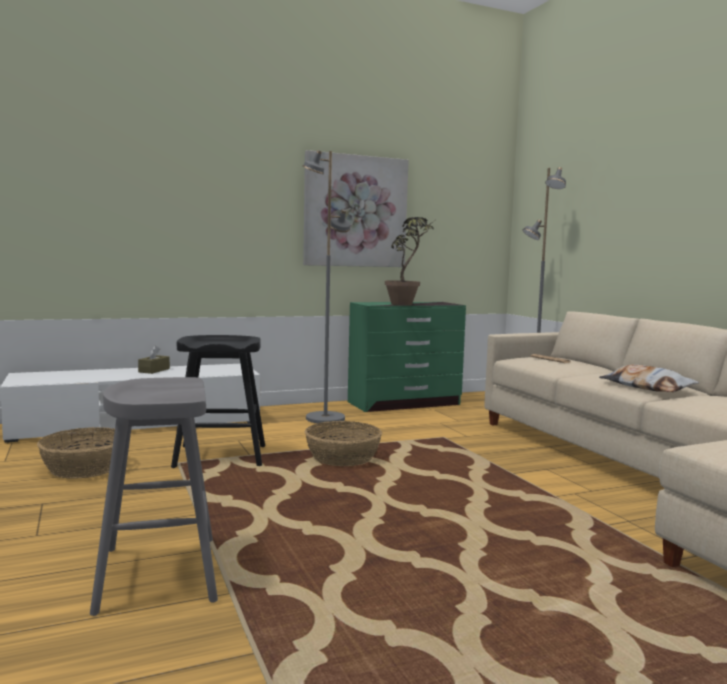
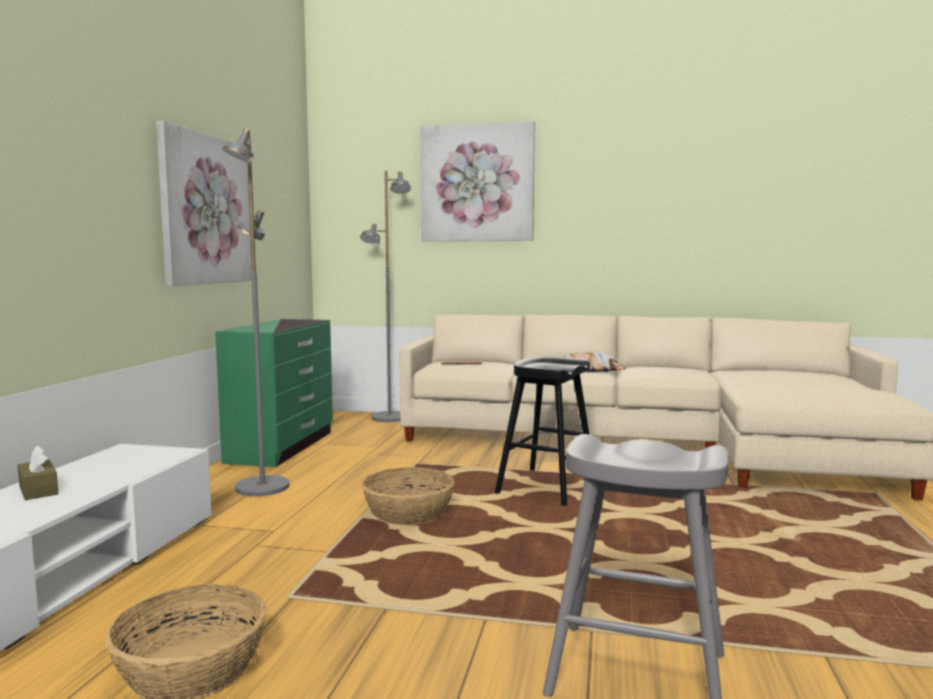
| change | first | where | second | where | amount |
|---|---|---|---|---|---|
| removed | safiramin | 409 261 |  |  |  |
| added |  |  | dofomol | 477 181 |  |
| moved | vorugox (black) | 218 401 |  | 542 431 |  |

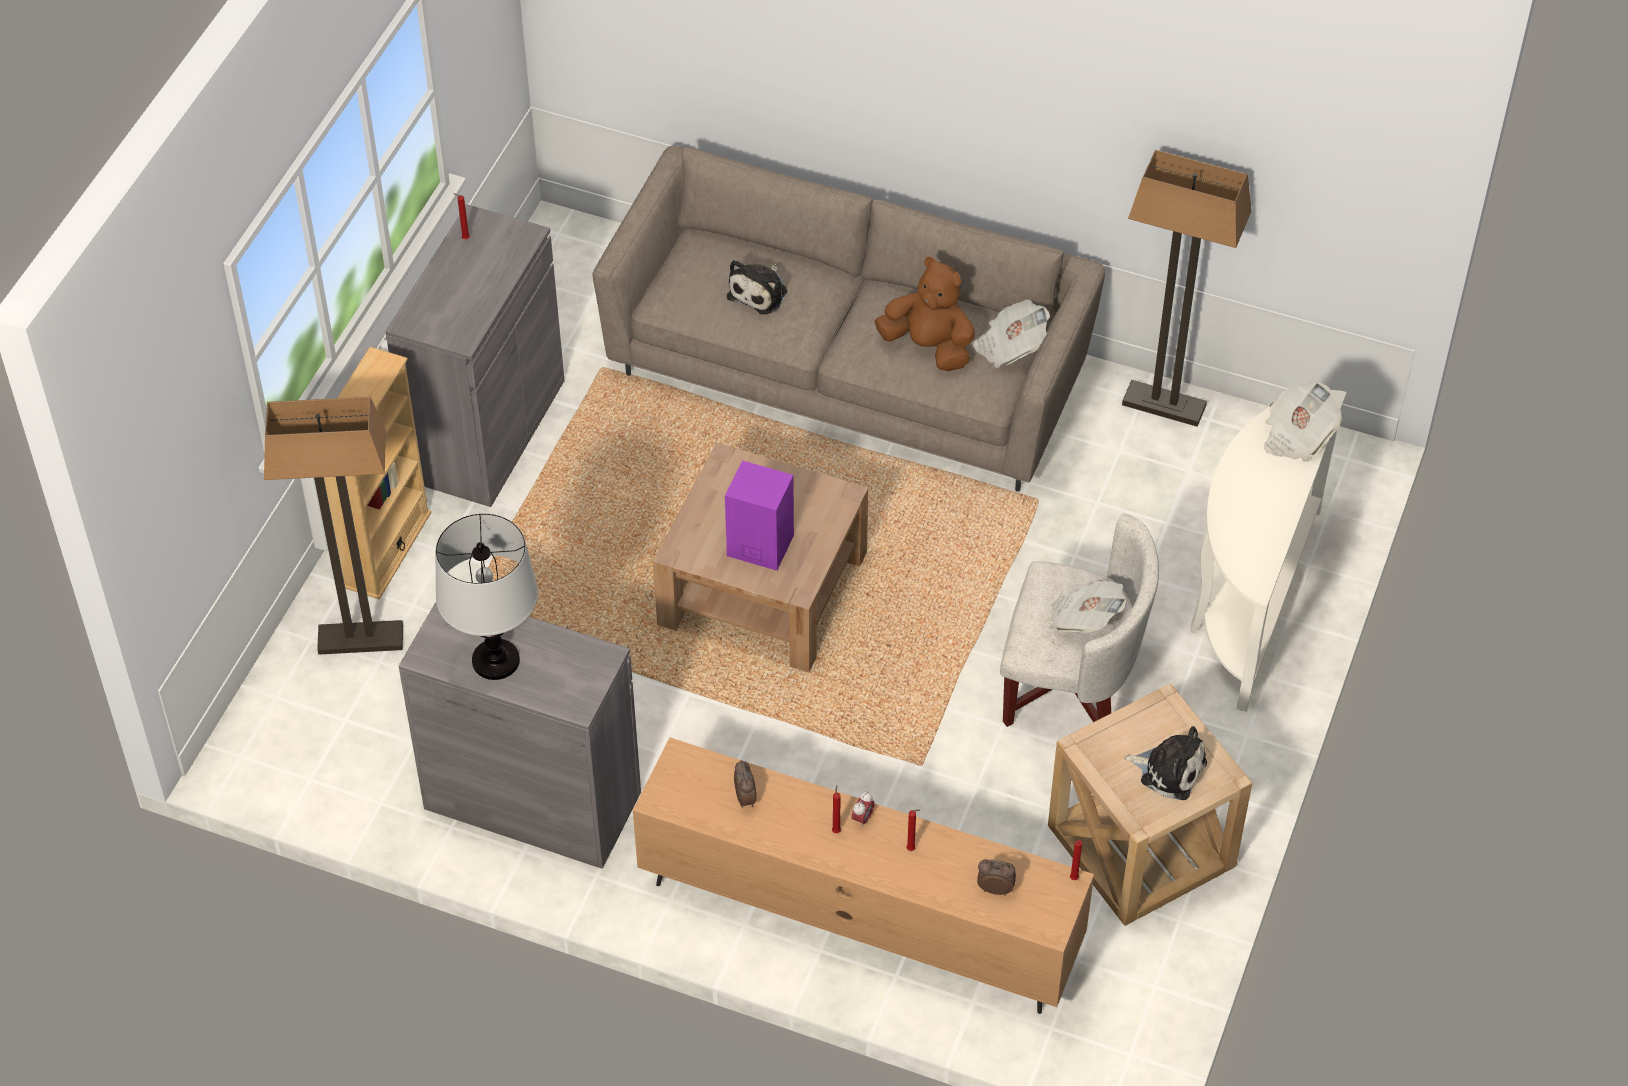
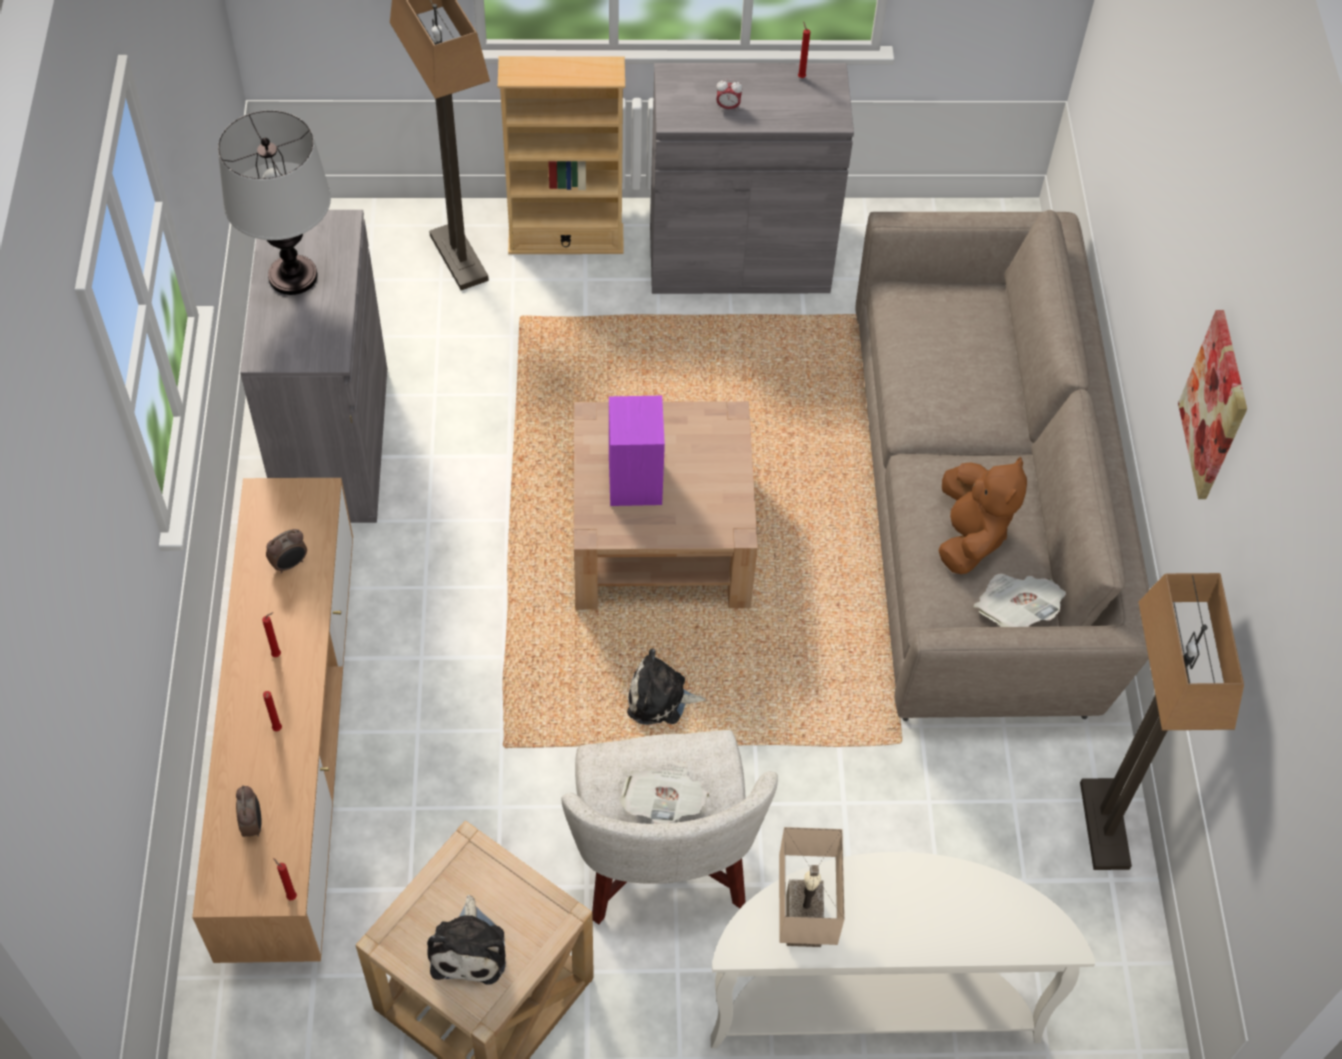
| change | first | where | second | where | amount |
|---|---|---|---|---|---|
| removed | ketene | 1302 422 |  |  |  |
| added |  |  | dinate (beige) | 812 887 |  |
| added |  |  | dofomol | 1212 404 |  |
| moved | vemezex | 757 287 |  | 666 686 |  |
| moved | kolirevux | 863 809 |  | 729 95 |  |

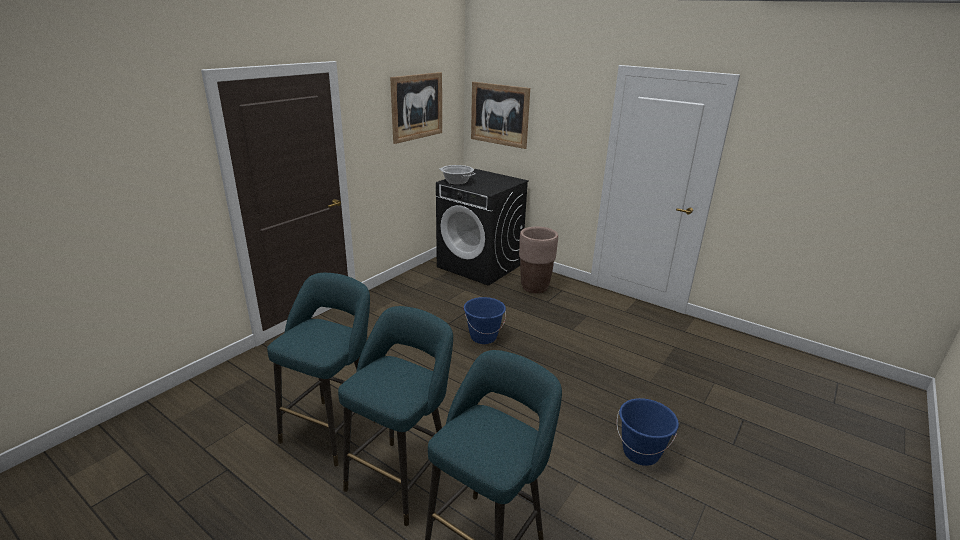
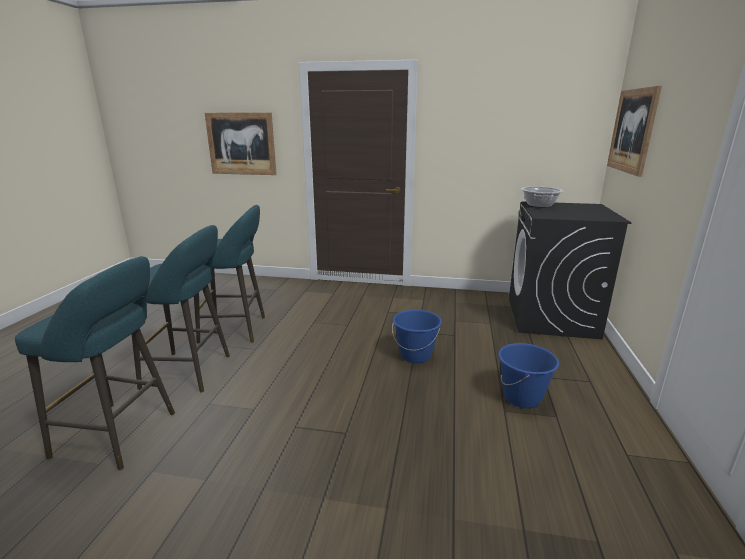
| change | first | where | second | where | amount |
|---|---|---|---|---|---|
| removed | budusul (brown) | 538 260 |  |  |  |
| moved | dofomol | 416 108 |  | 241 144 |  |
| moved | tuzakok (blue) | 648 432 |  | 528 375 |  |

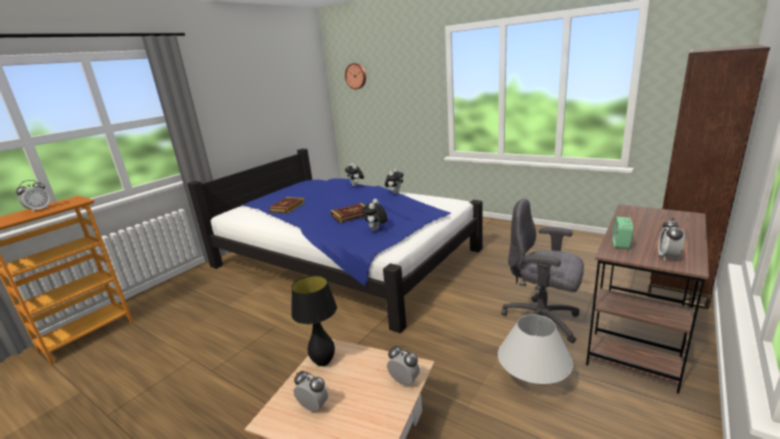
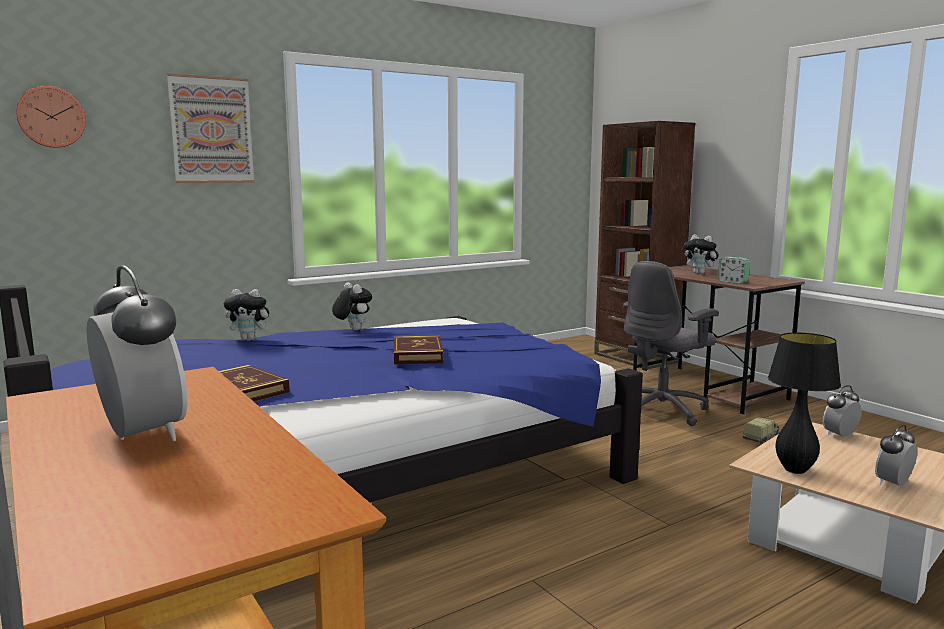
| change | first | where | second | where | amount |
|---|---|---|---|---|---|
| removed | kolirevux | 671 239 |  |  |  |
| added |  |  | dofomol | 210 128 |  |
| moved | vemezex | 375 215 |  | 702 254 |  |
| replaced | dinate (white) | 535 349 | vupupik | 761 430 |  |

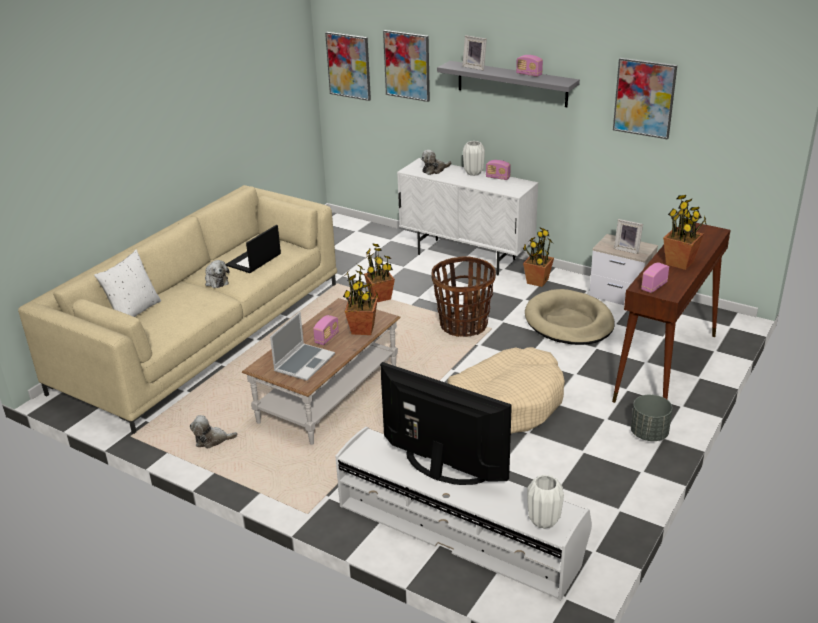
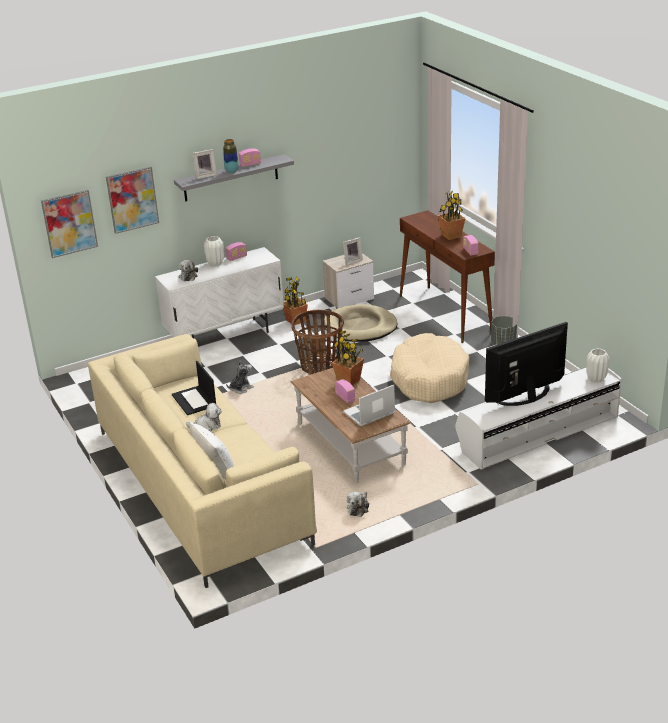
| change | first | where | second | where | amount |
|---|---|---|---|---|---|
| removed | dofomol | 645 98 |  |  |  |
| added |  |  | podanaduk | 231 156 |  |
| replaced | safiramin | 379 272 | vemezex | 240 377 |  |
| turned | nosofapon | 302 346 |  | 369 406 | 90 degrees counterclockwise |

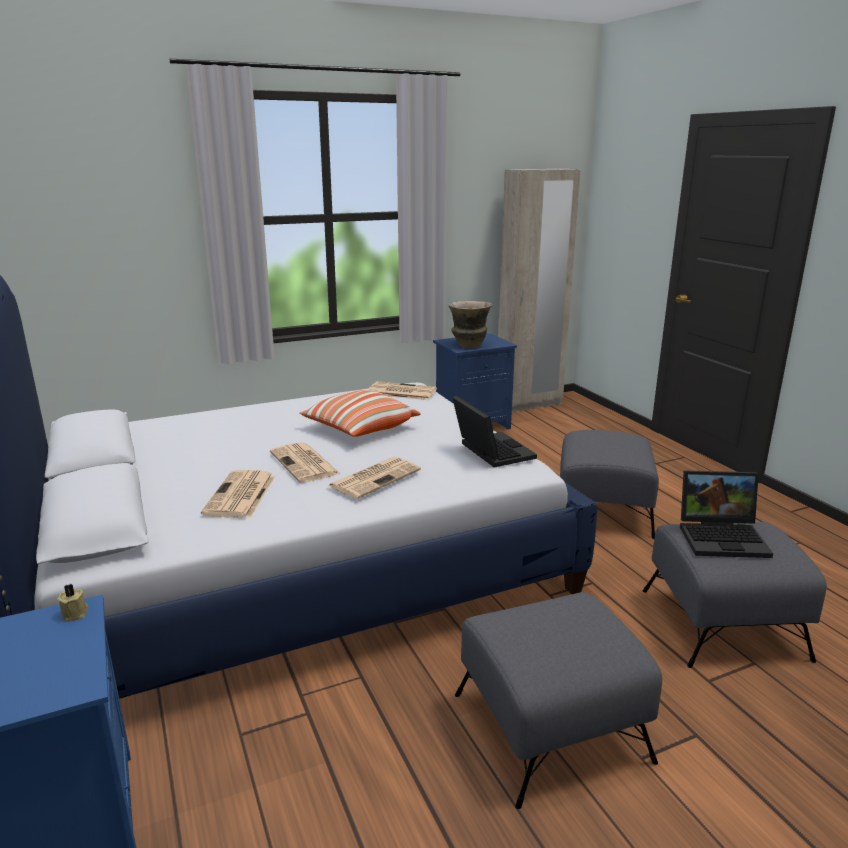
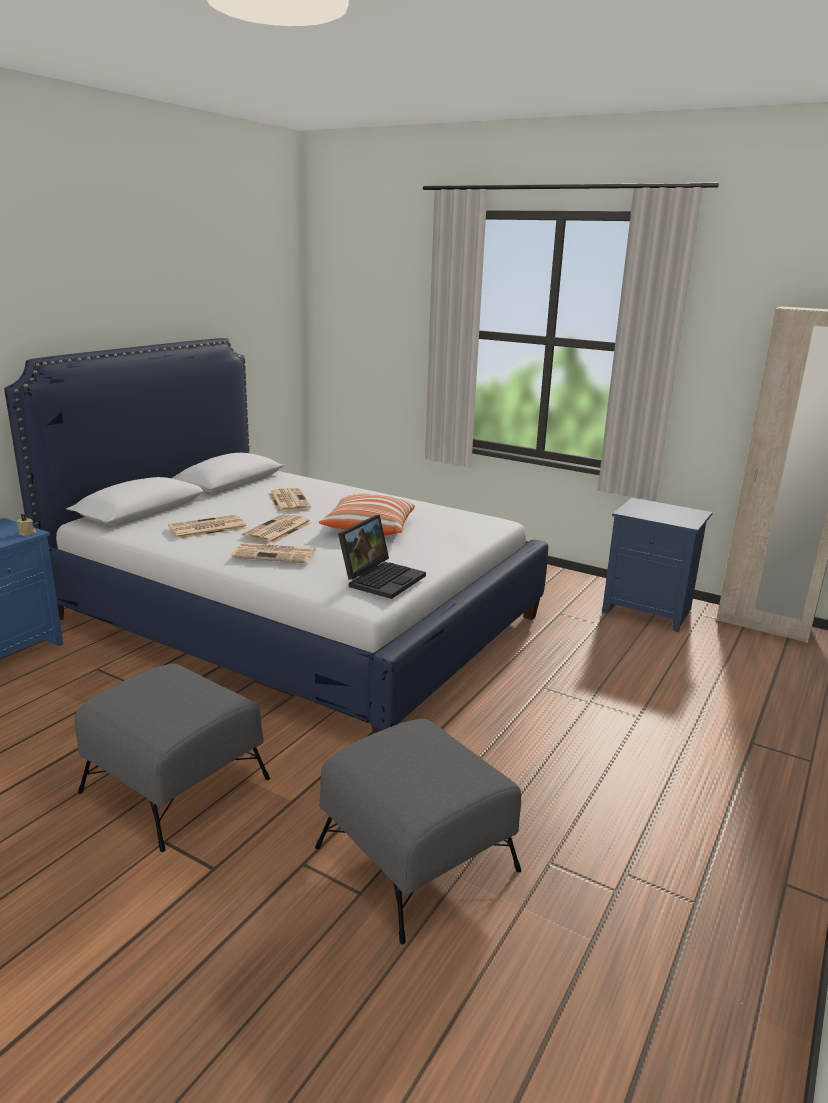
| change | first | where | second | where | amount |
|---|---|---|---|---|---|
| removed | podanaduk | 470 324 |  |  |  |
| removed | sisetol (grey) | 609 484 |  |  |  |
| removed | nosofapon | 726 514 |  |  |  |
| moved | ketene | 402 390 |  | 290 500 |  |

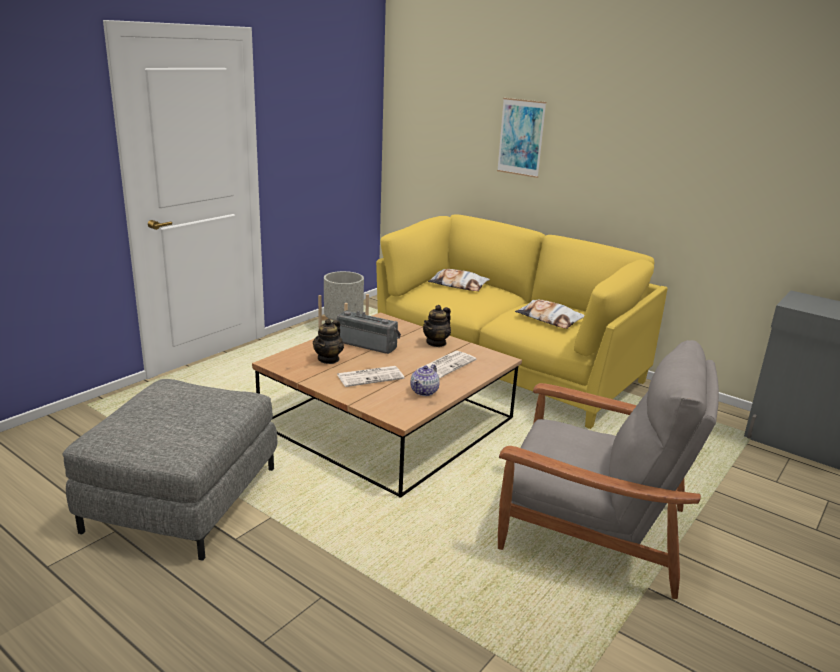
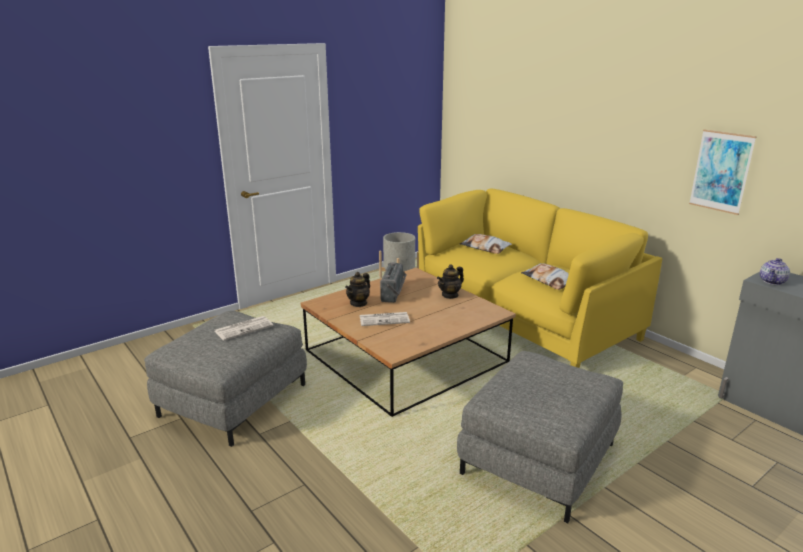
| change | first | where | second | where | amount |
|---|---|---|---|---|---|
| moved | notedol | 425 380 |  | 775 271 |  |
| moved | ketene | 449 364 |  | 243 328 |  |
| moved | dofomol | 521 138 |  | 723 172 |  |
| replaced | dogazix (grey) | 608 469 | sisetol (grey) | 540 437 |  |
| turned | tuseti | 369 332 |  | 393 282 | 60 degrees clockwise |

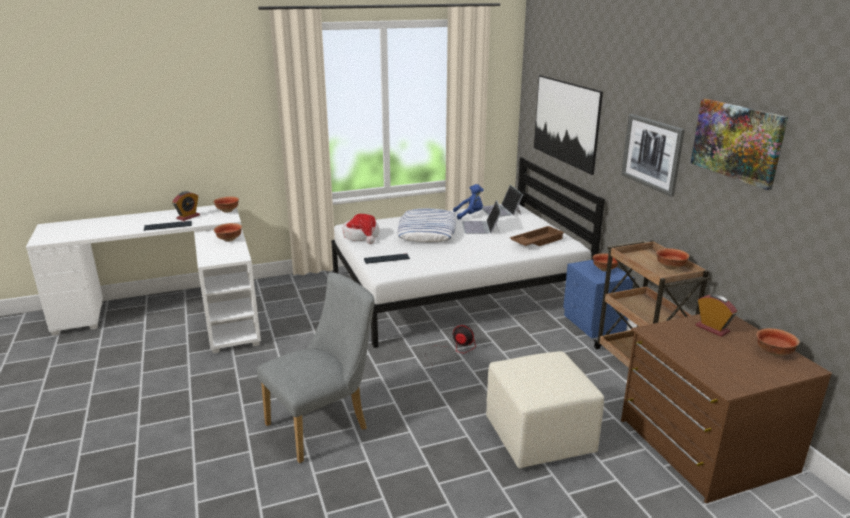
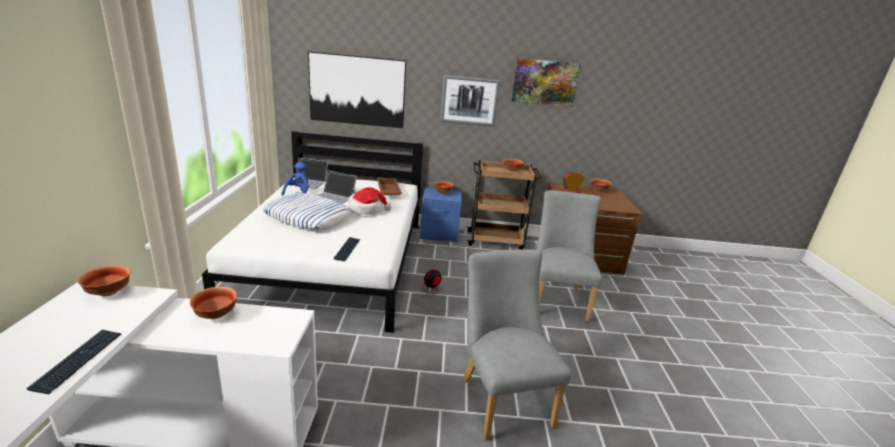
| change | first | where | second | where | amount |
|---|---|---|---|---|---|
| removed | kolirevux | 186 206 |  |  |  |
| moved | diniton | 360 229 |  | 369 201 |  |
| replaced | sisetol (beige) | 545 409 | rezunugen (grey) | 569 256 |  |

